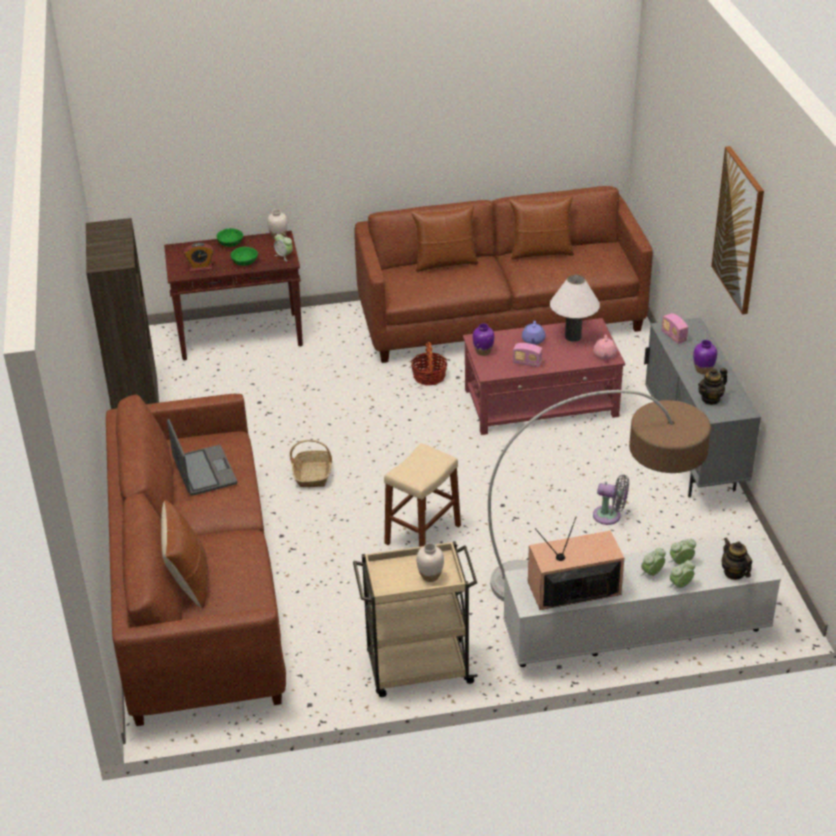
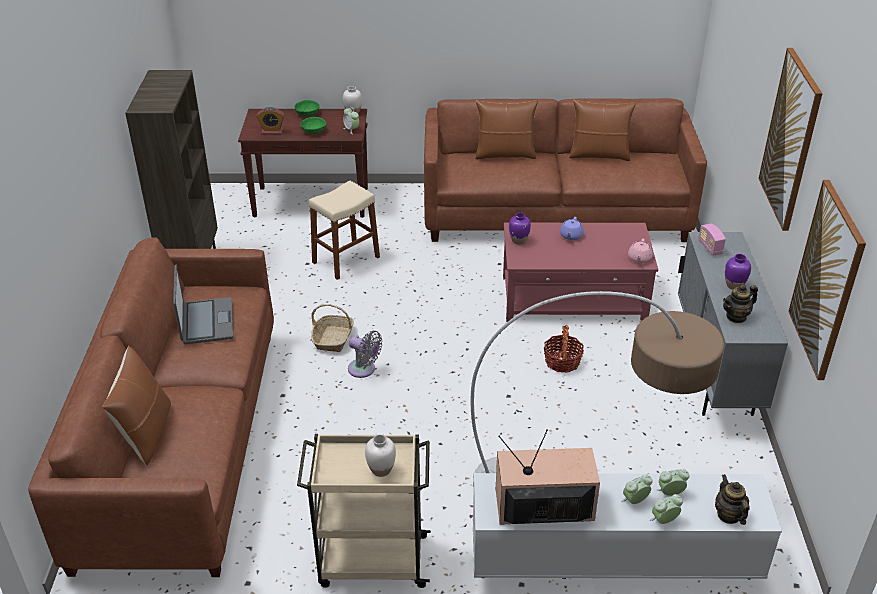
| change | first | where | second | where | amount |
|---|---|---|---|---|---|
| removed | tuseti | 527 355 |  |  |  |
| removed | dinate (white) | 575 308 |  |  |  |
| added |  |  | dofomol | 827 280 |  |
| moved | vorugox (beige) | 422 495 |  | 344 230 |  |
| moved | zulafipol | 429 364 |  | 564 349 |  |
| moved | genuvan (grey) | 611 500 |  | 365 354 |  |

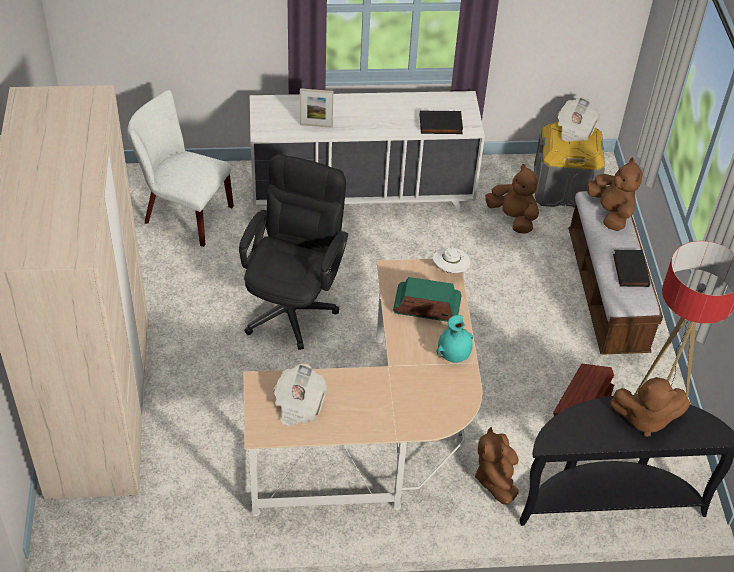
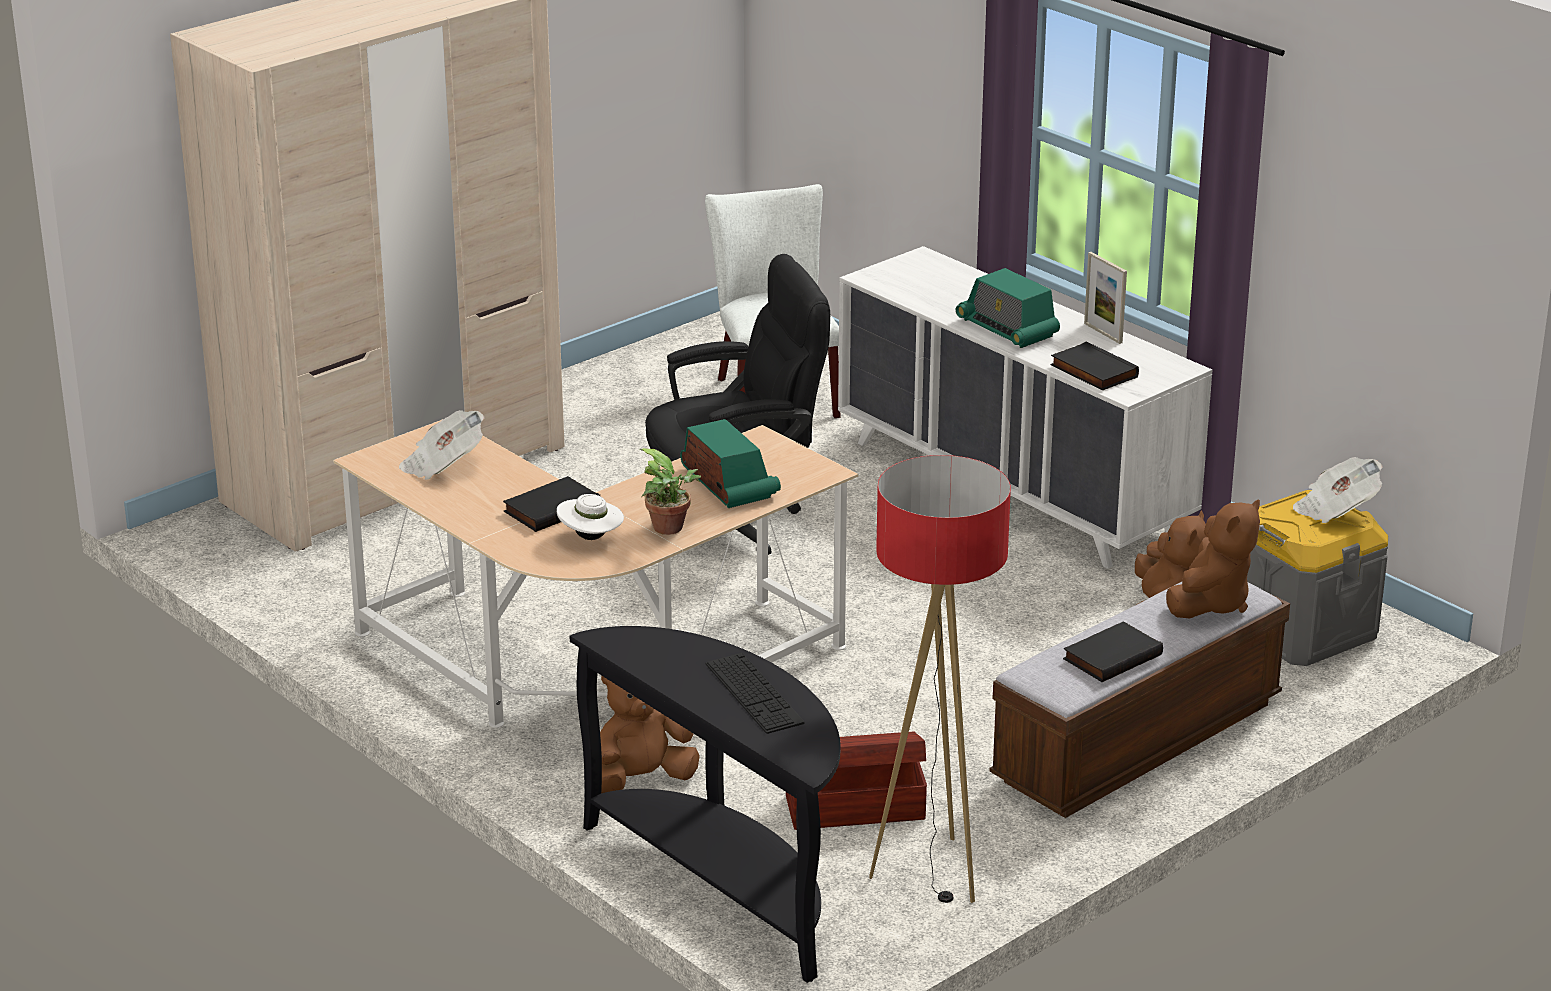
| change | first | where | second | where | amount |
|---|---|---|---|---|---|
| added |  |  | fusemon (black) | 551 504 |  |
| added |  |  | tuseti | 1008 308 |  |
| moved | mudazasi | 316 108 |  | 1105 298 |  |
| moved | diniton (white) | 451 260 |  | 590 517 |  |
| replaced | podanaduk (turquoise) | 454 339 | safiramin | 670 491 |  |
| replaced | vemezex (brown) | 650 407 | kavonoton | 754 693 |  |

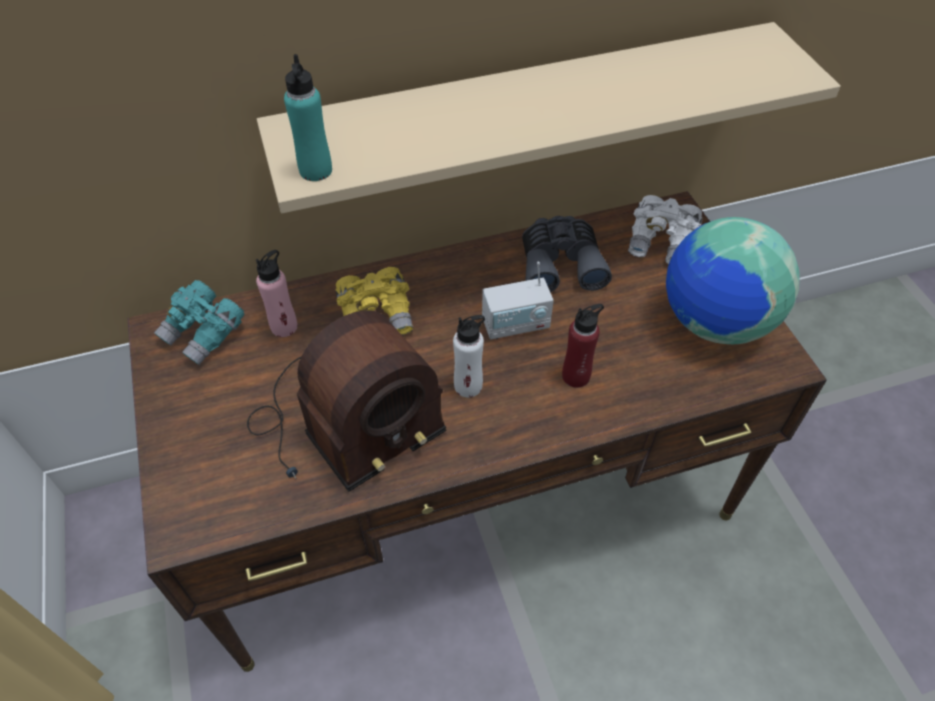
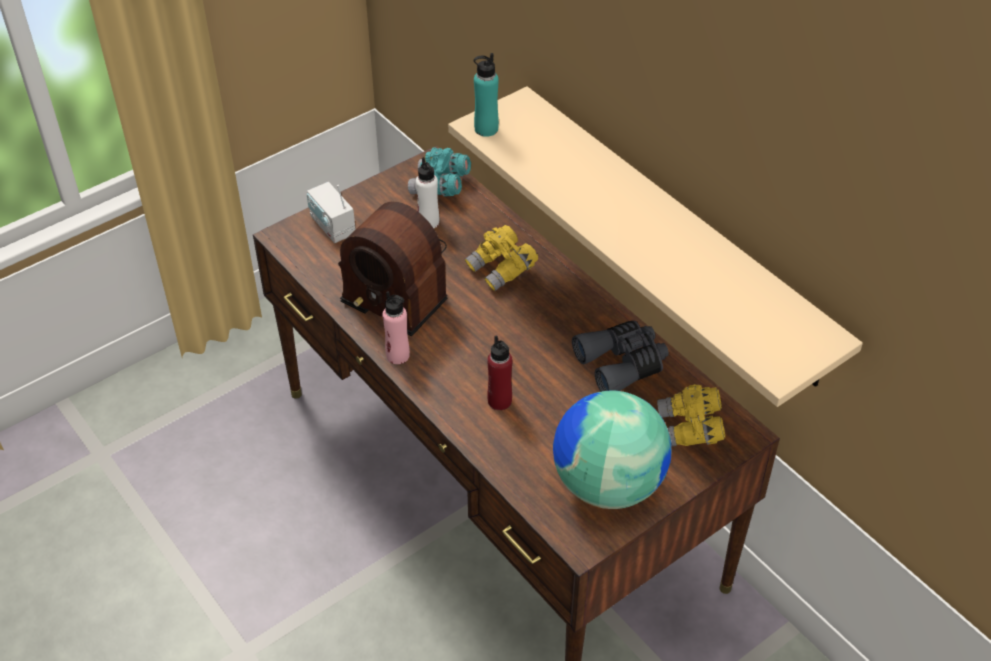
| change | first | where | second | where | amount |
|---|---|---|---|---|---|
| moved | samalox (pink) | 276 293 |  | 396 327 |  |
| moved | samalox (white) | 469 356 |  | 427 192 |  |
| moved | tuseti | 518 300 |  | 331 212 |  |
| recoloured | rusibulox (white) | 665 229 | rusibulox (yellow) | 691 415 |  |

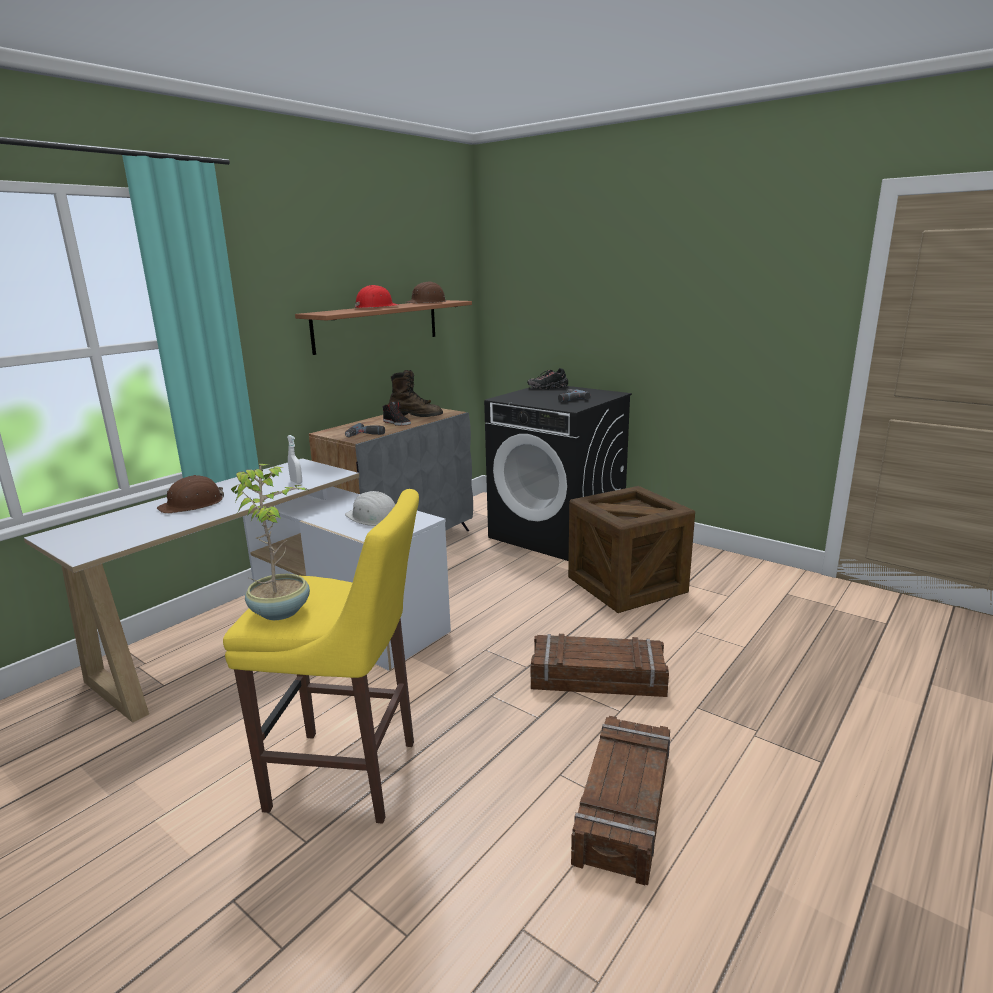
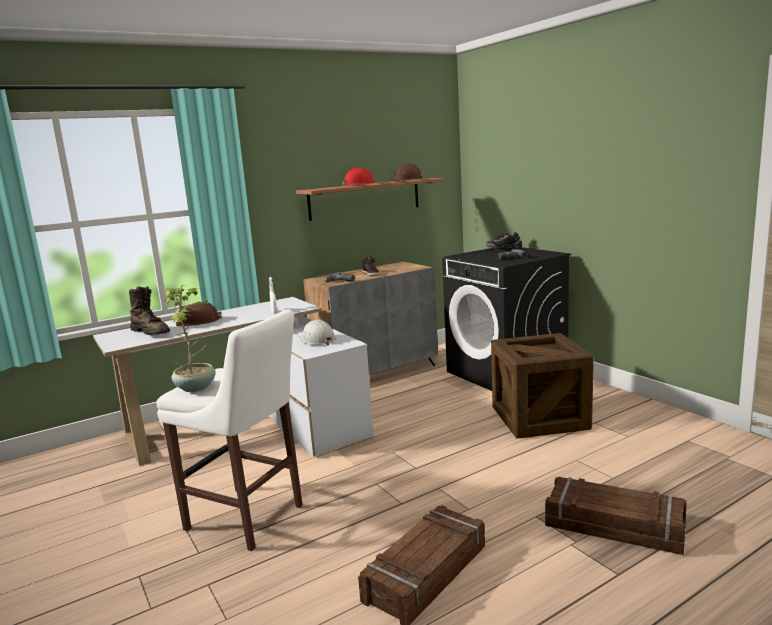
| change | first | where | second | where | amount |
|---|---|---|---|---|---|
| moved | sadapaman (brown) | 416 393 |  | 149 310 |  |
| moved | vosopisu | 600 665 |  | 616 516 |  |
| recoloured | vorugox (yellow) | 321 656 | vorugox (white) | 230 430 |  |

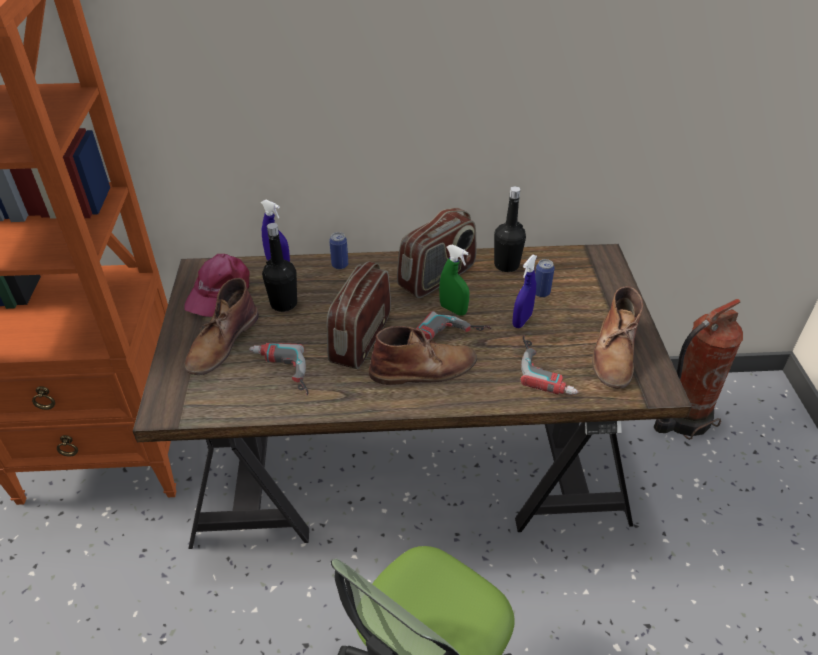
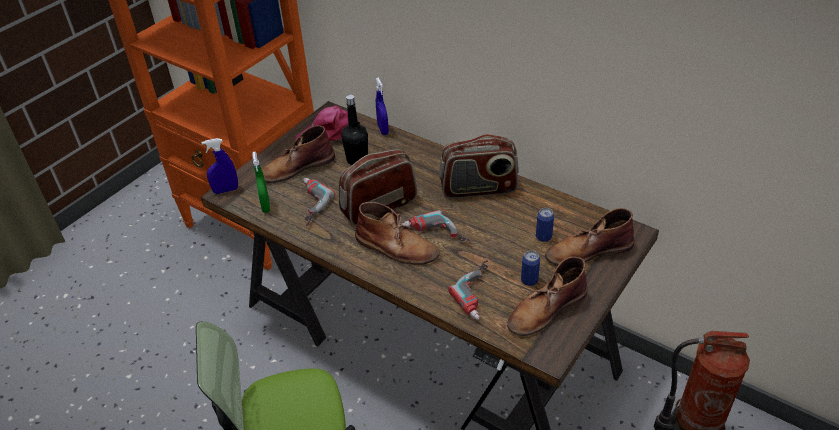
| change | first | where | second | where | amount |
|---|---|---|---|---|---|
| removed | samalox (black) | 510 229 |  |  |  |
| added |  |  | sadapaman (brown) | 589 237 |  |
| moved | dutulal | 338 250 |  | 530 268 |  |
| moved | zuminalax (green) | 454 280 |  | 261 182 |  |
| moved | zuminalax (blue) | 524 291 |  | 219 166 |  |

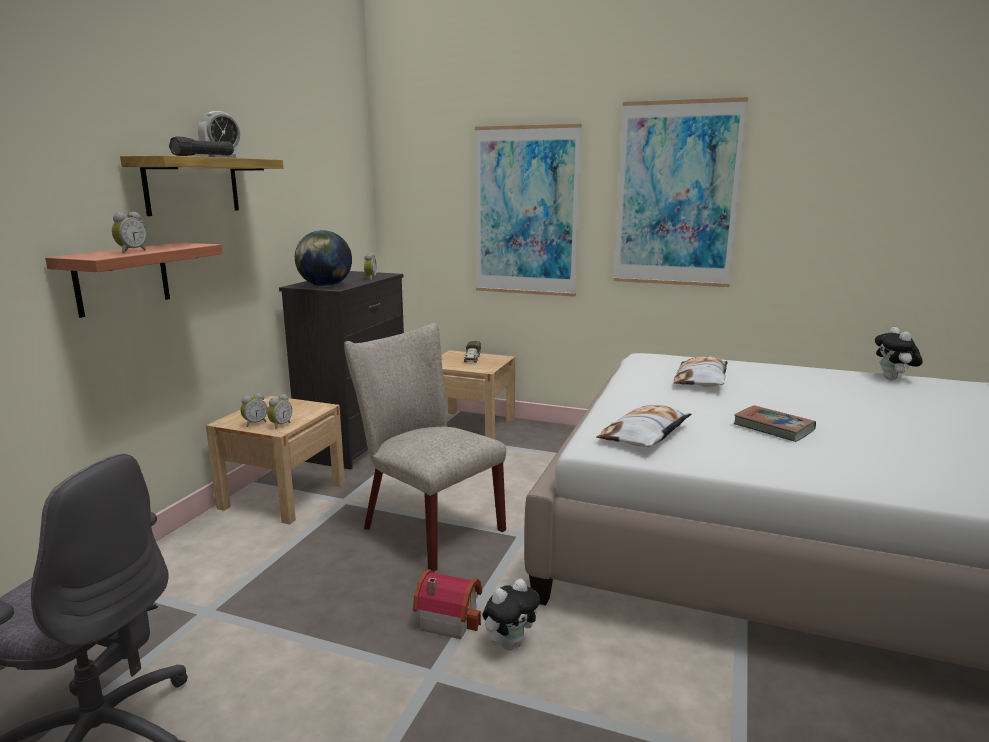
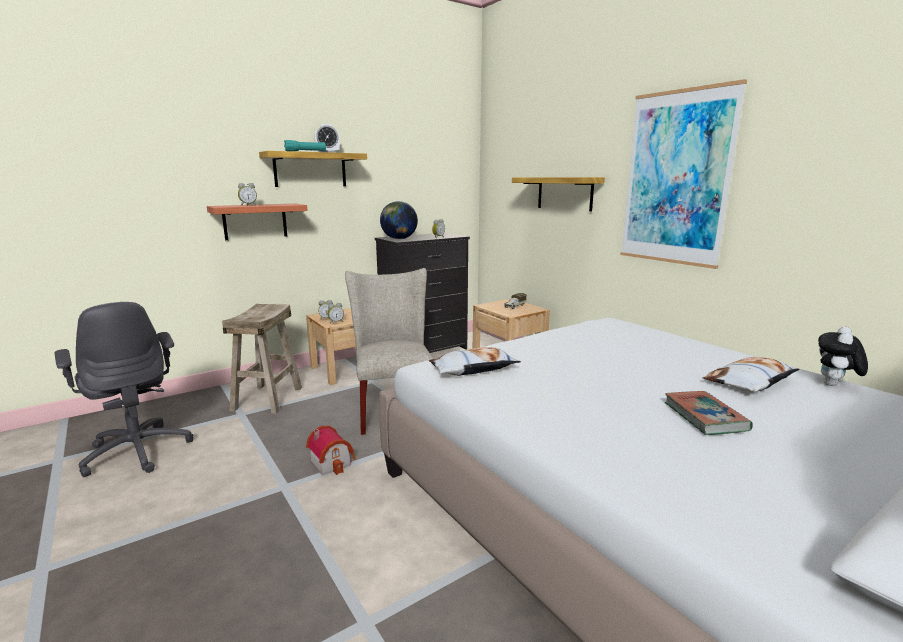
| change | first | where | second | where | amount |
|---|---|---|---|---|---|
| removed | vemezex | 511 615 |  |  |  |
| added |  |  | vorugox (beige) | 262 359 |  |
| moved | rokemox | 700 371 |  | 751 374 |  |
| moved | fusemon | 775 423 |  | 709 413 |  |
| replaced | dofomol | 528 210 | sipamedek | 558 194 |  |
| recoloured | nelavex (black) | 201 146 | nelavex (turquoise) | 305 145 |  |

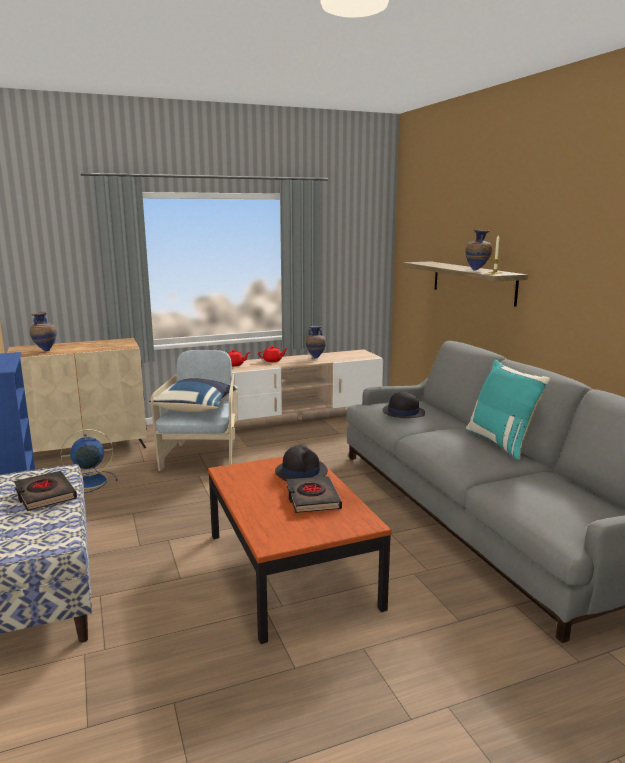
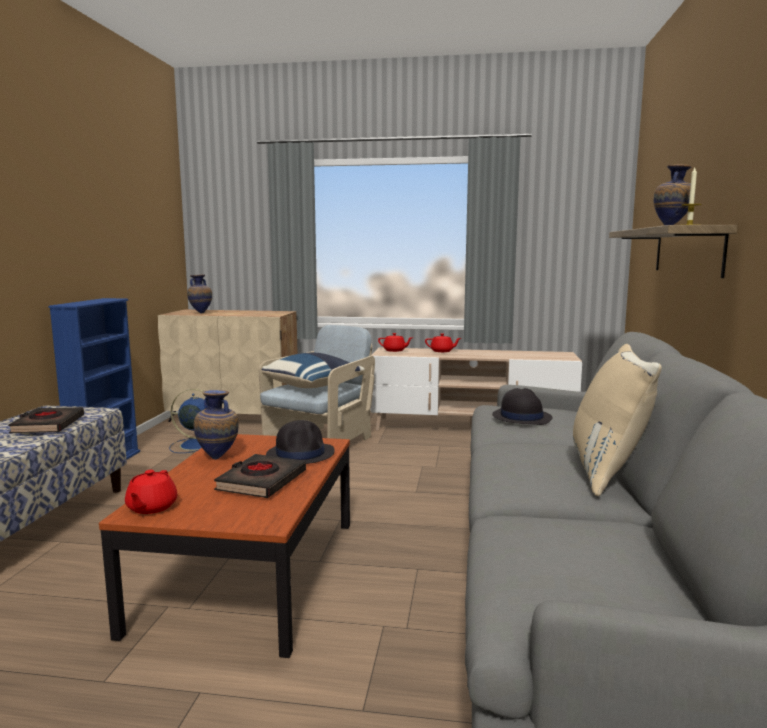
| change | first | where | second | where | amount |
|---|---|---|---|---|---|
| added |  |  | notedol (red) | 151 492 |  |
| moved | podanaduk | 316 342 |  | 216 425 |  |
| recoloured | rokemox (turquoise) | 508 410 | rokemox (beige) | 617 420 |  |

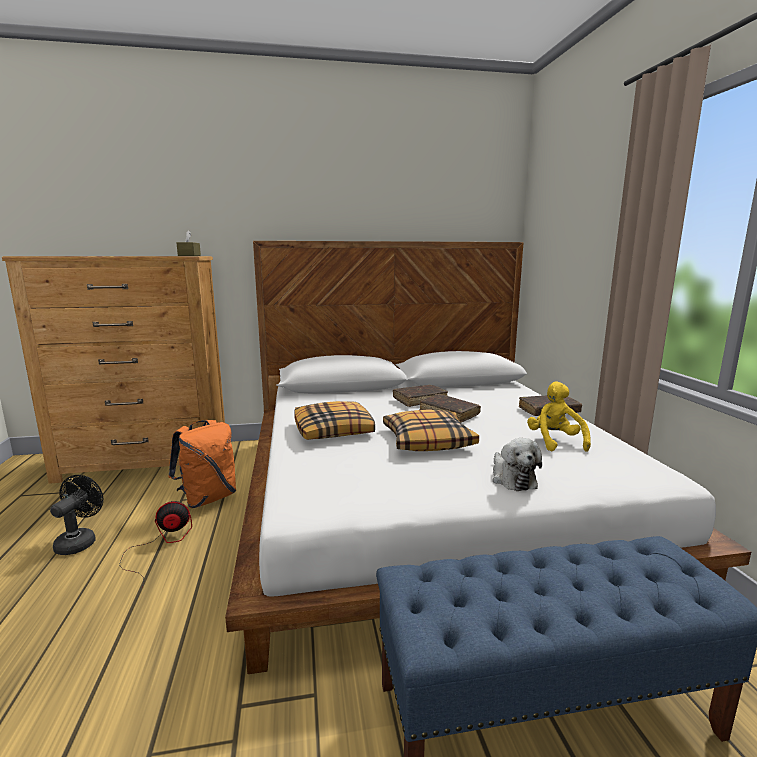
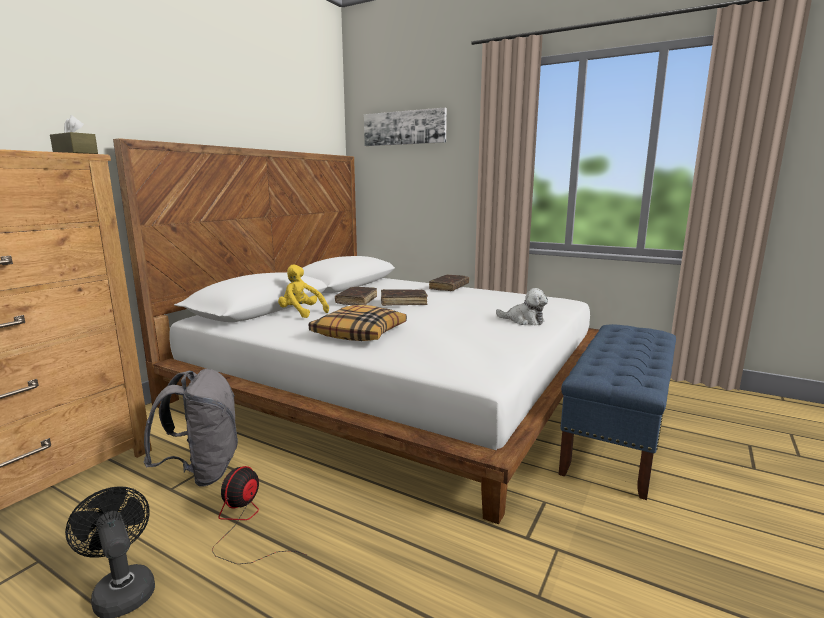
| change | first | where | second | where | amount |
|---|---|---|---|---|---|
| removed | rokemox | 431 430 |  |  |  |
| added |  |  | dofomol | 405 127 |  |
| moved | vemezex (yellow) | 559 416 |  | 303 291 |  |
| recoloured | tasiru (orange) | 202 464 | tasiru (grey) | 190 428 |  |

